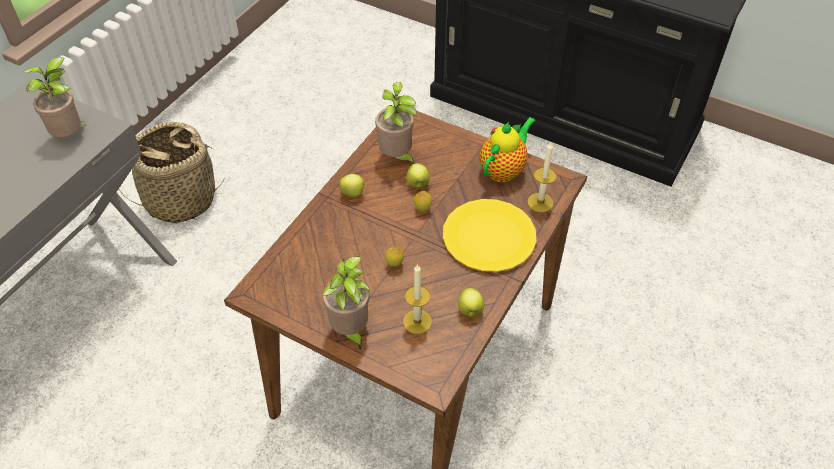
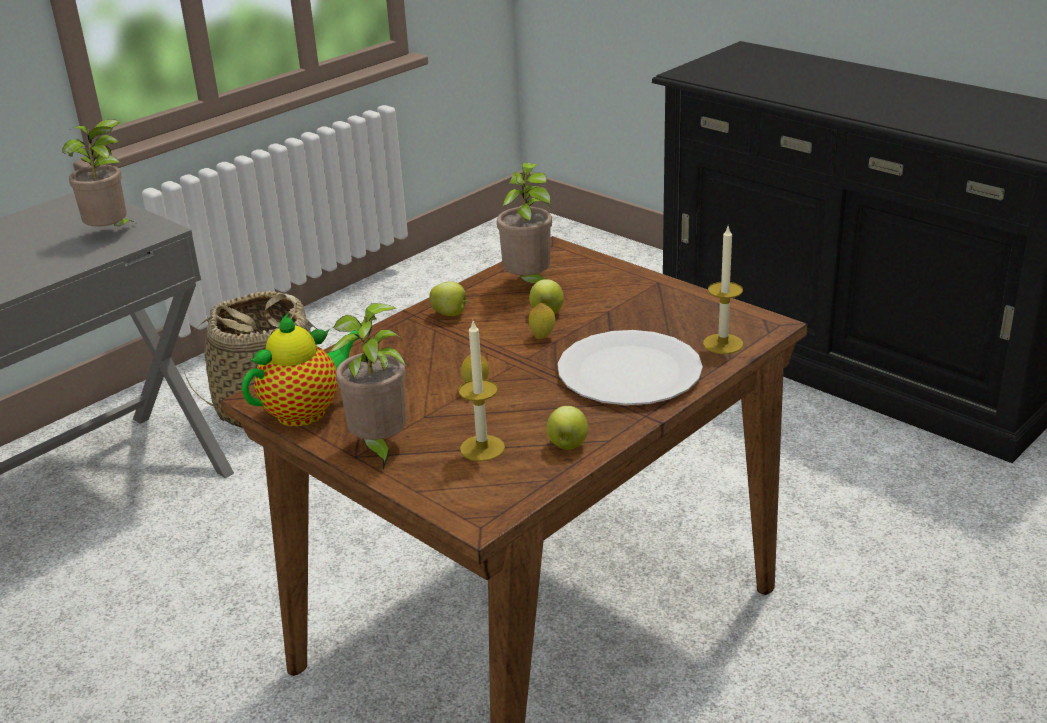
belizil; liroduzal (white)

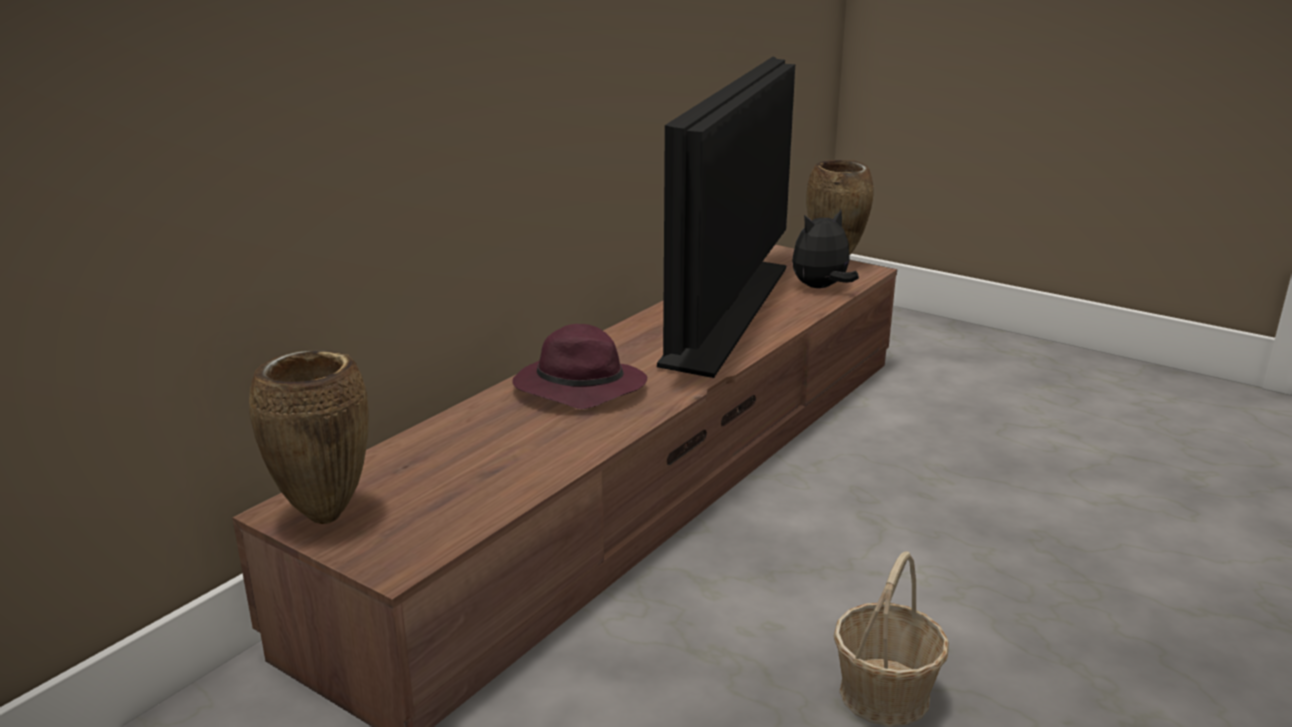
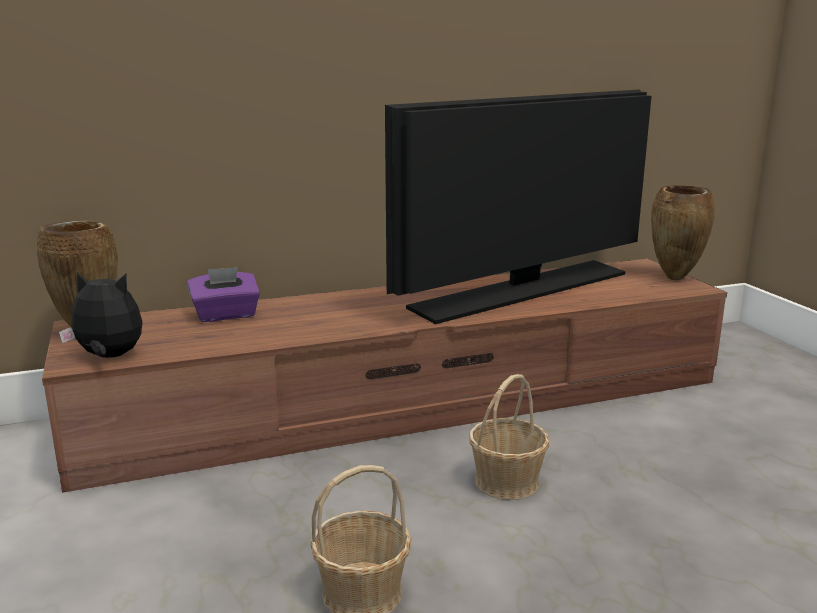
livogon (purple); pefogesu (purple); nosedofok (no. 2 from left); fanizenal

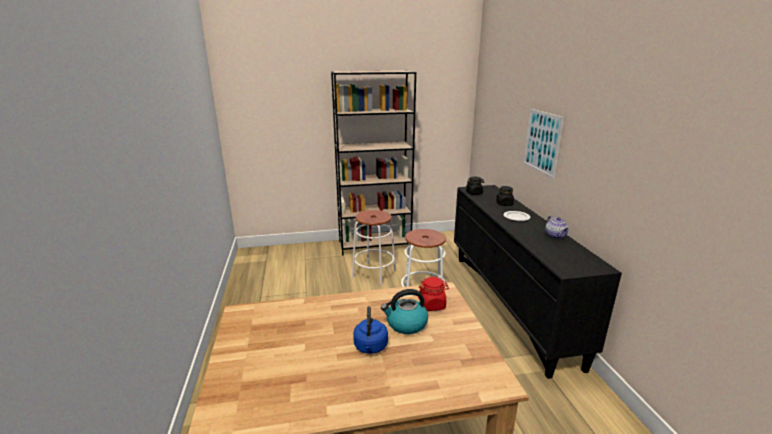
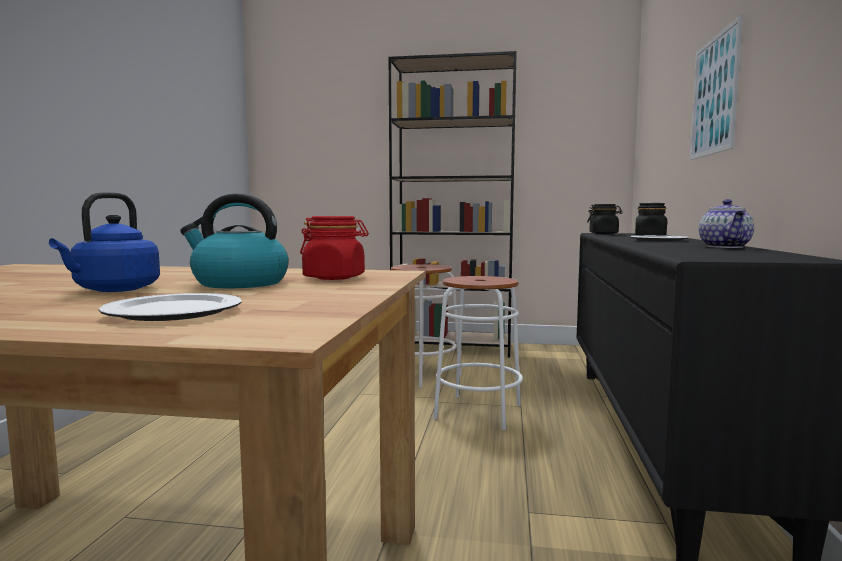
liroduzal (no. 1 from left)

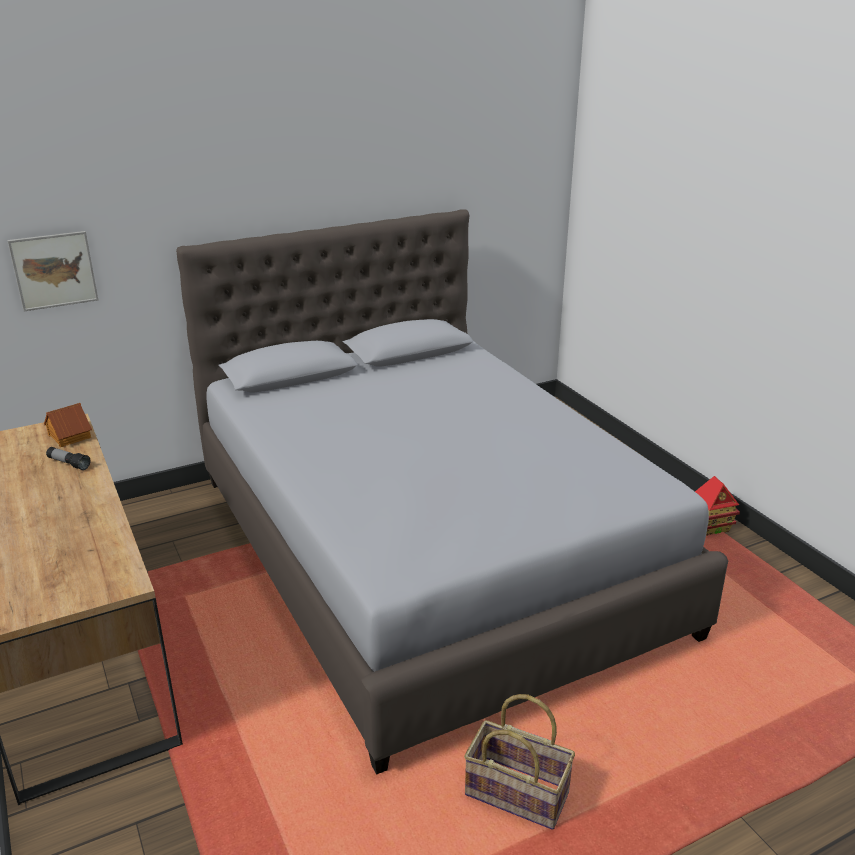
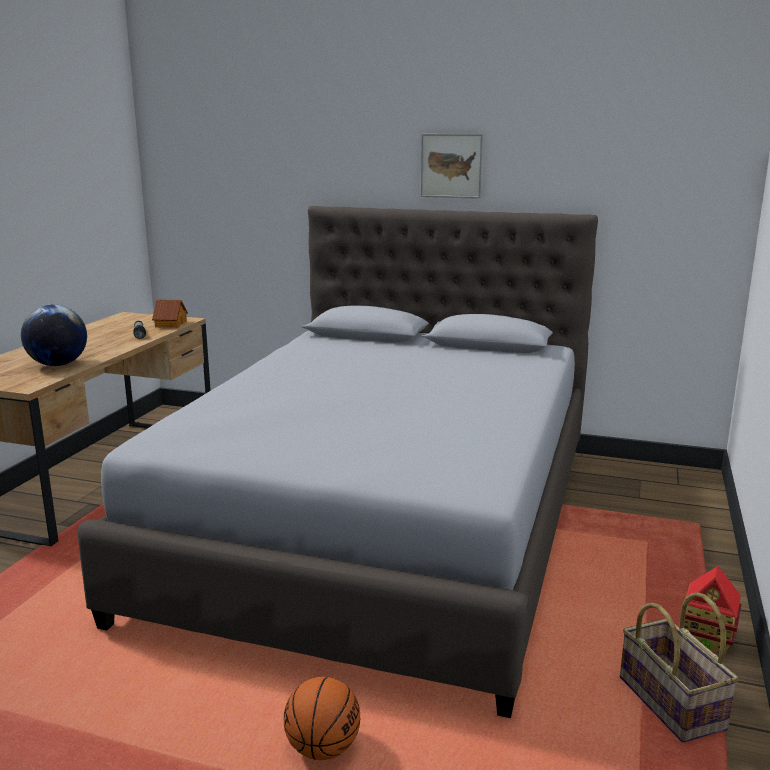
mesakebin; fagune; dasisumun; nosedofok

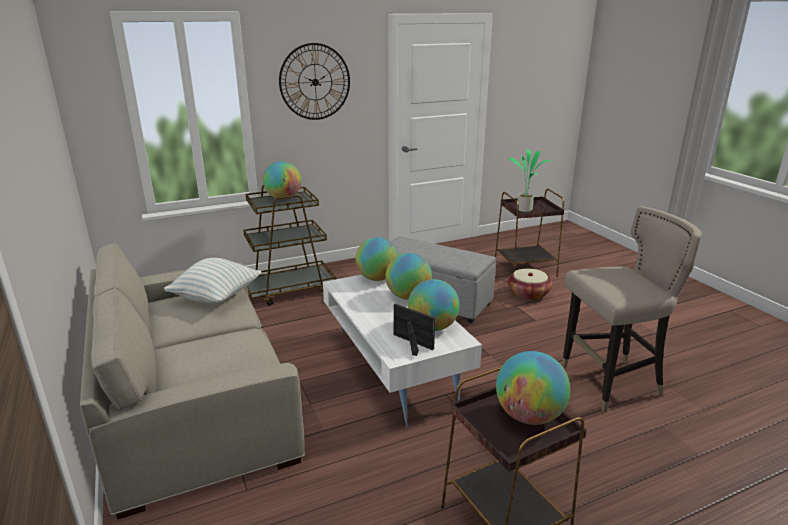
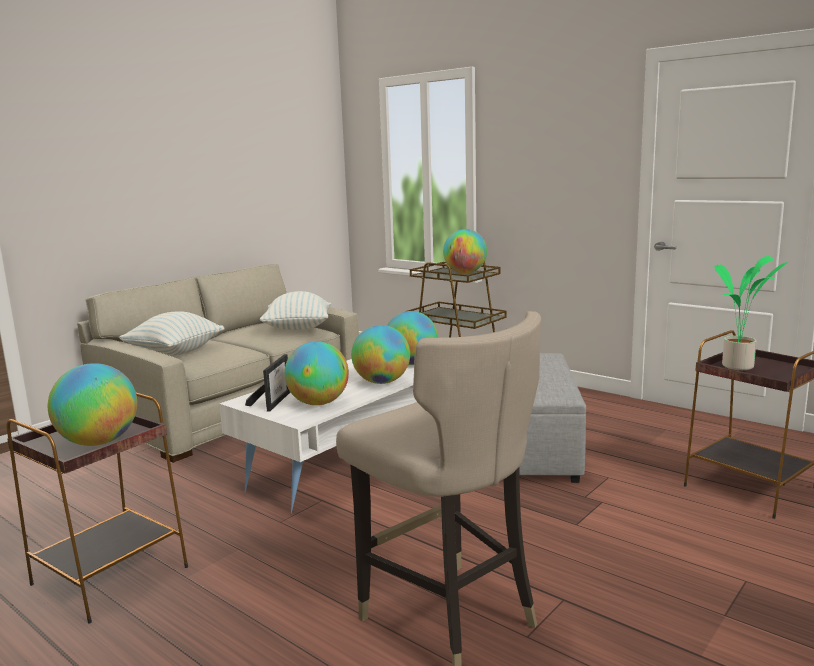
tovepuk; nosedofok; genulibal (no. 1 from left)

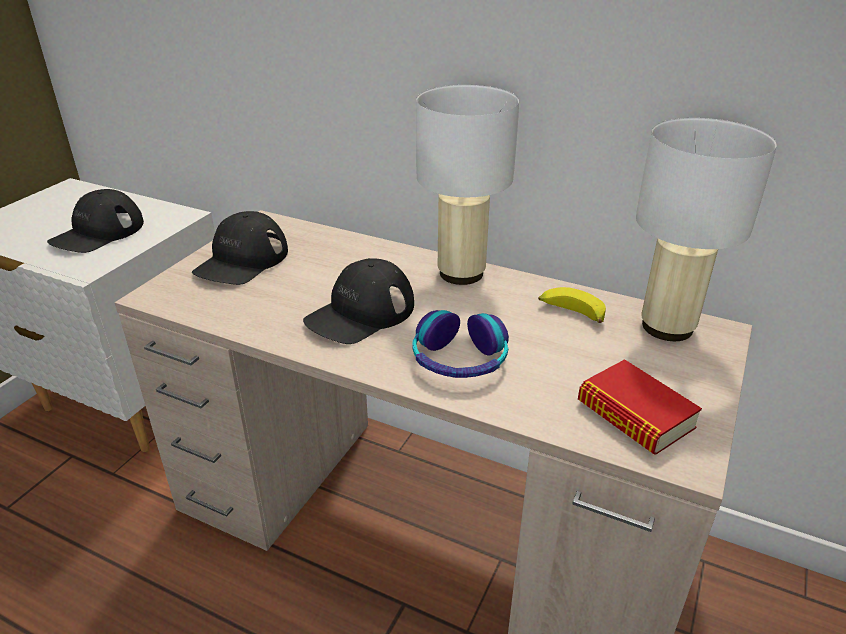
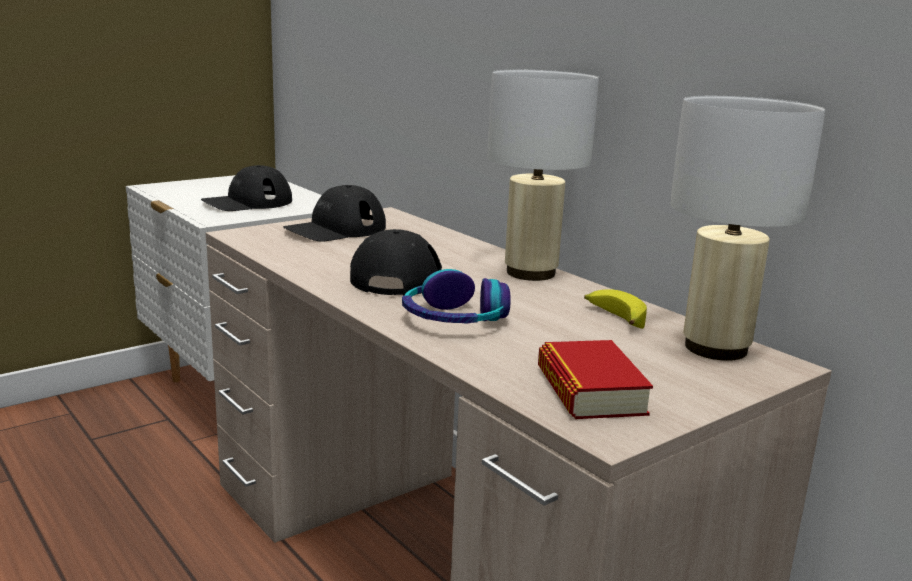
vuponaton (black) (no. 3 from left)

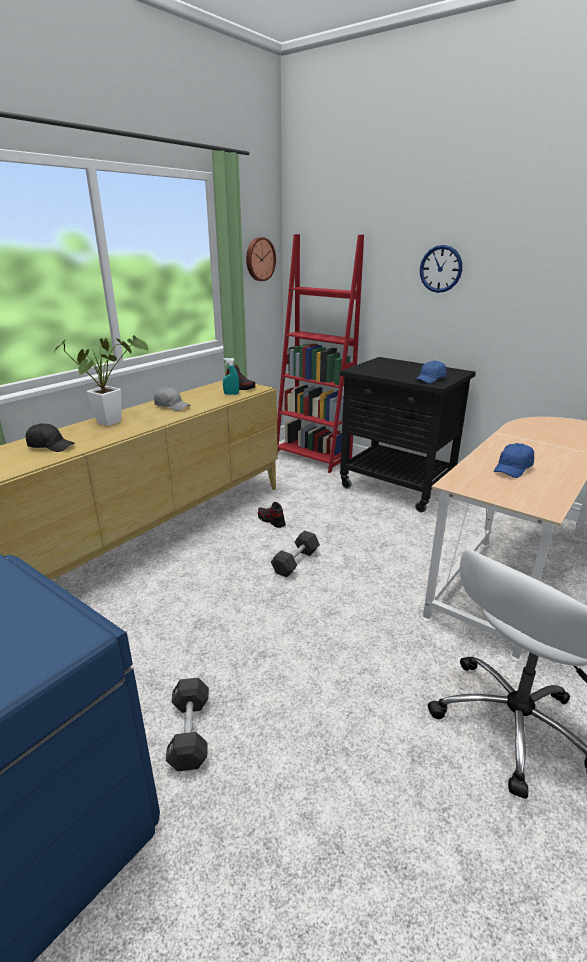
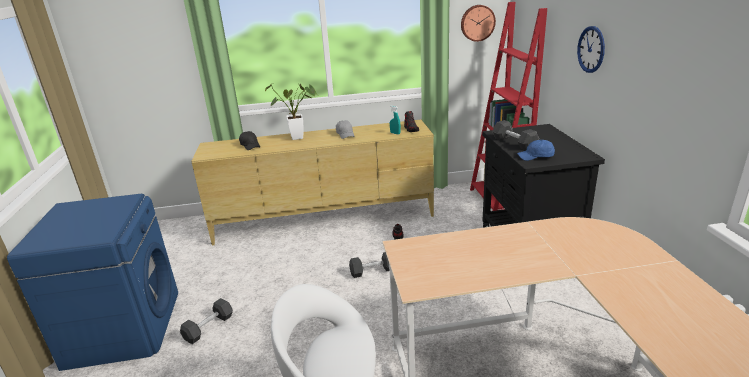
vuponaton (blue) (no. 2 from left in the first image); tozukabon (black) (no. 3 from left)

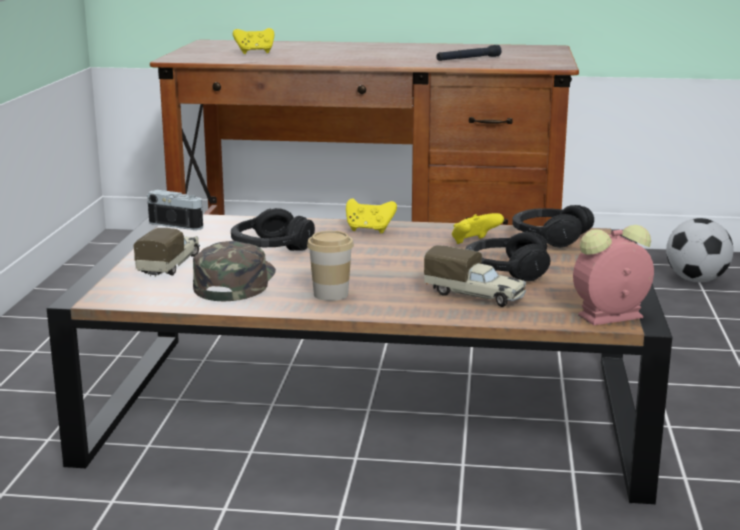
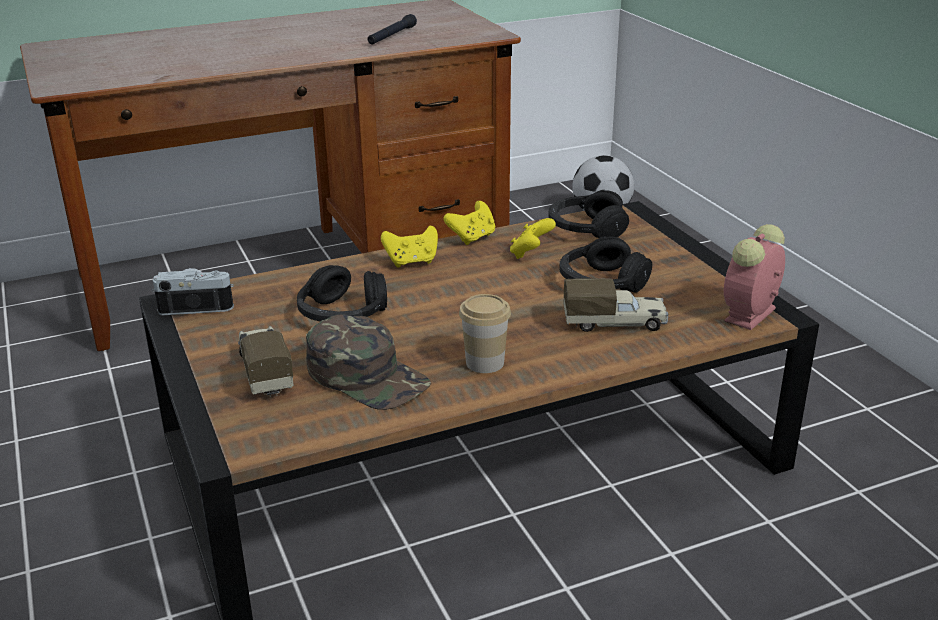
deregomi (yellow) (no. 2 from left); vuponaton (green)

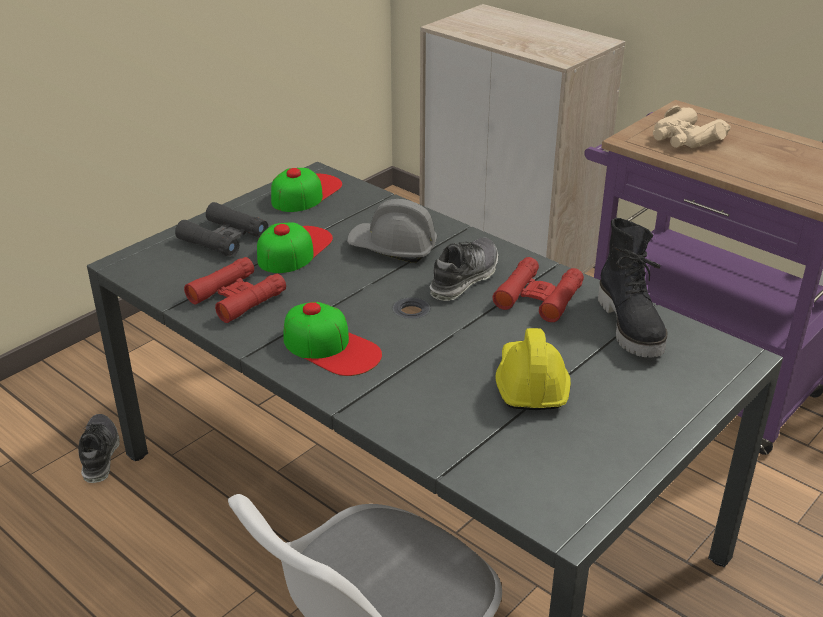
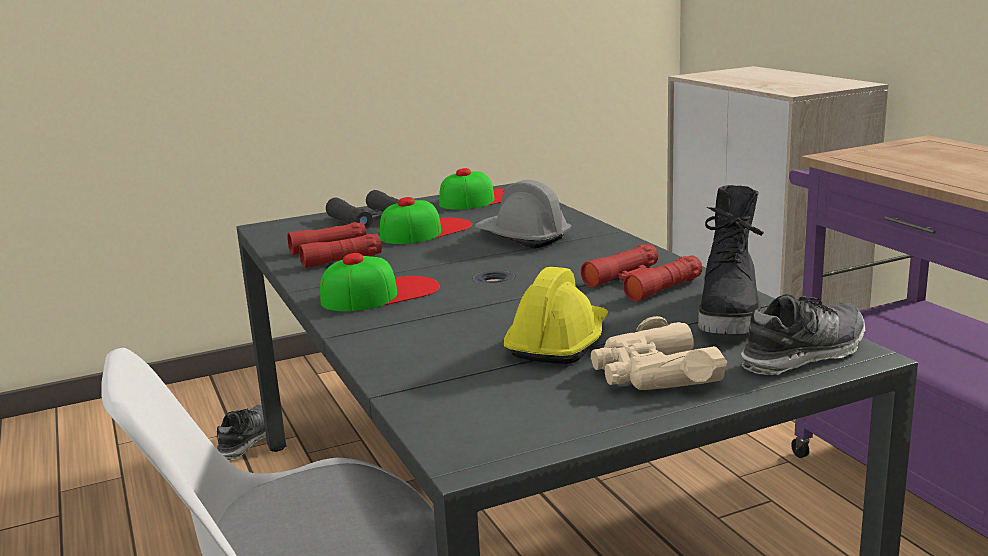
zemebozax (no. 2 from left); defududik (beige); vuponaton (no. 1 from left)

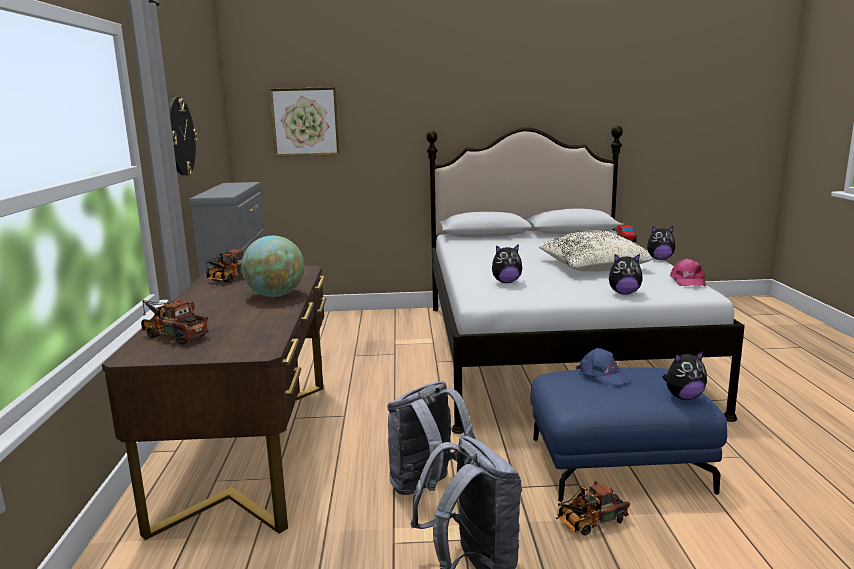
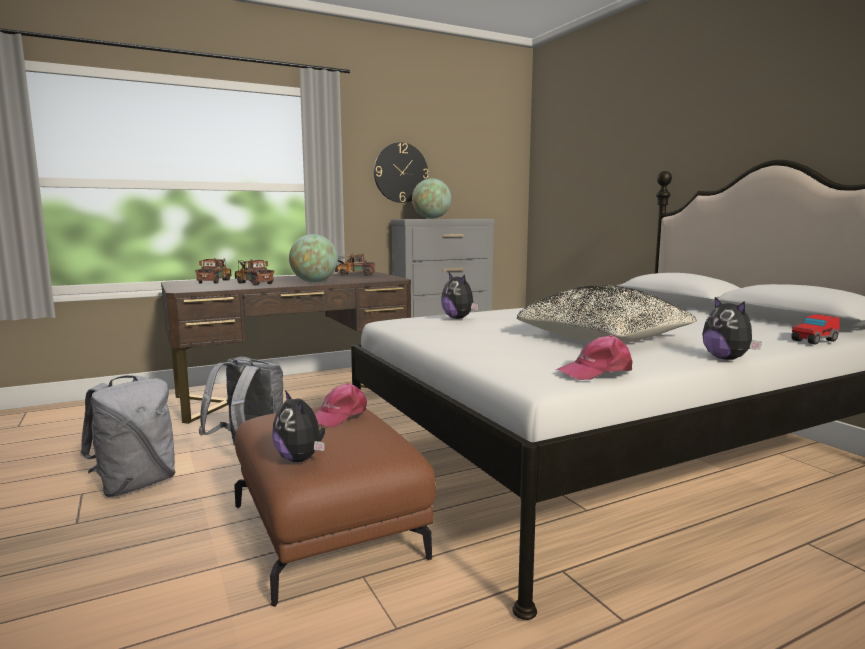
dasisumun; fanizenal (no. 2 from left in the first image); mesakebin (no. 2 from left); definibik (no. 2 from left); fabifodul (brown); vuponaton (pink) (no. 1 from left)

